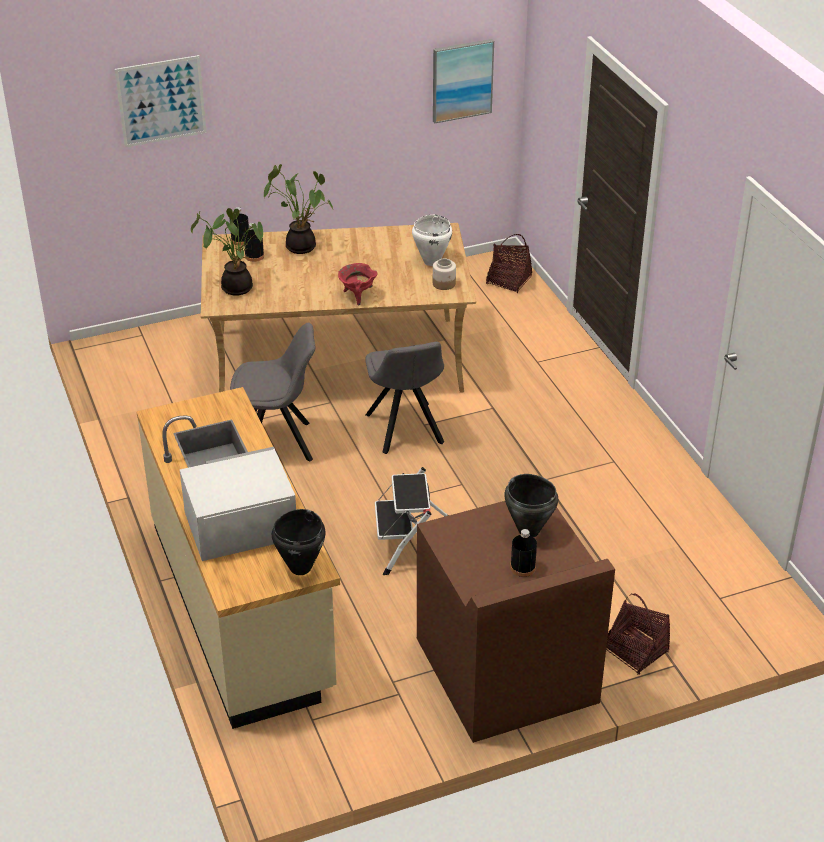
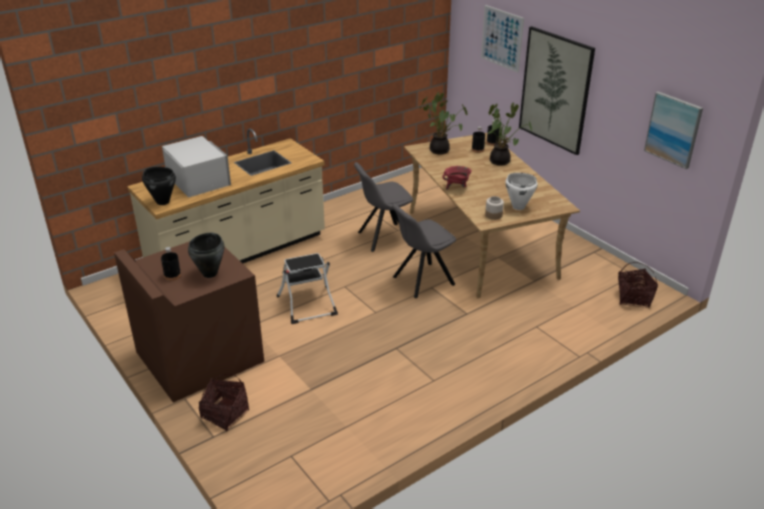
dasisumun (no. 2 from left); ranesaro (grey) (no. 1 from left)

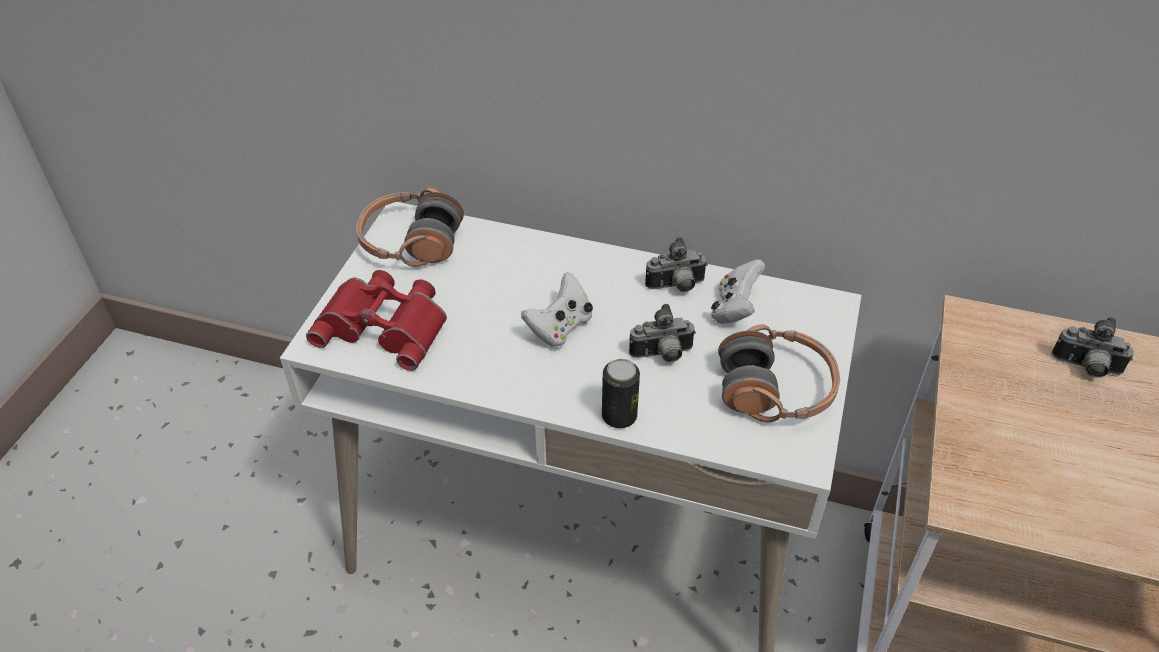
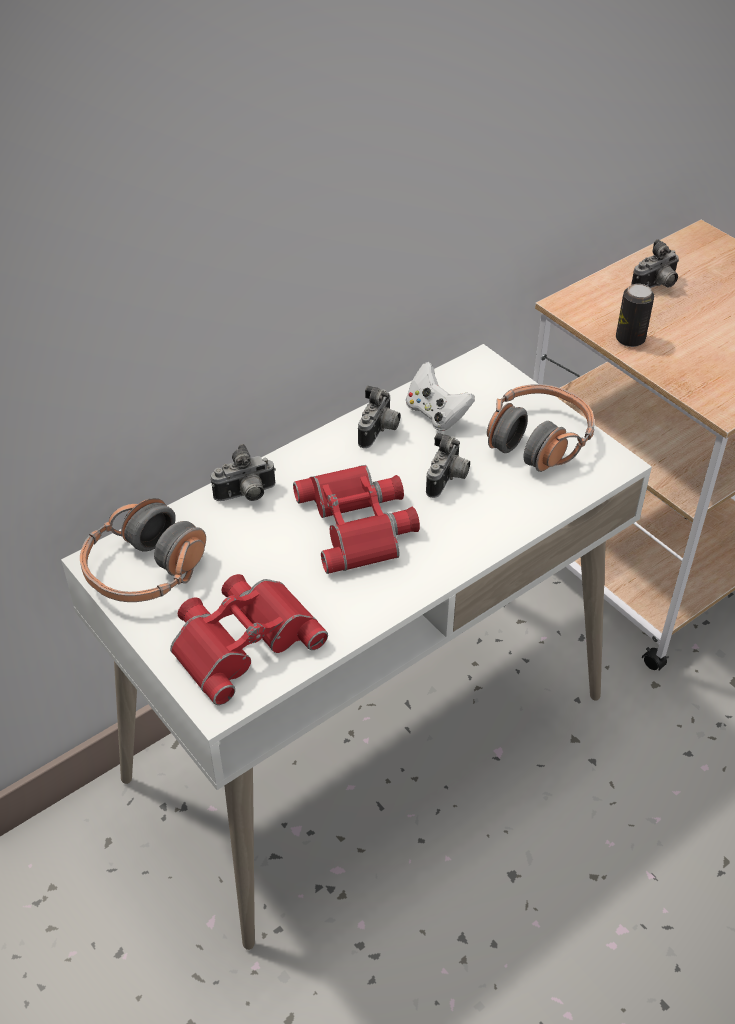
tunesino (no. 1 from left); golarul; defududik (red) (no. 2 from left)

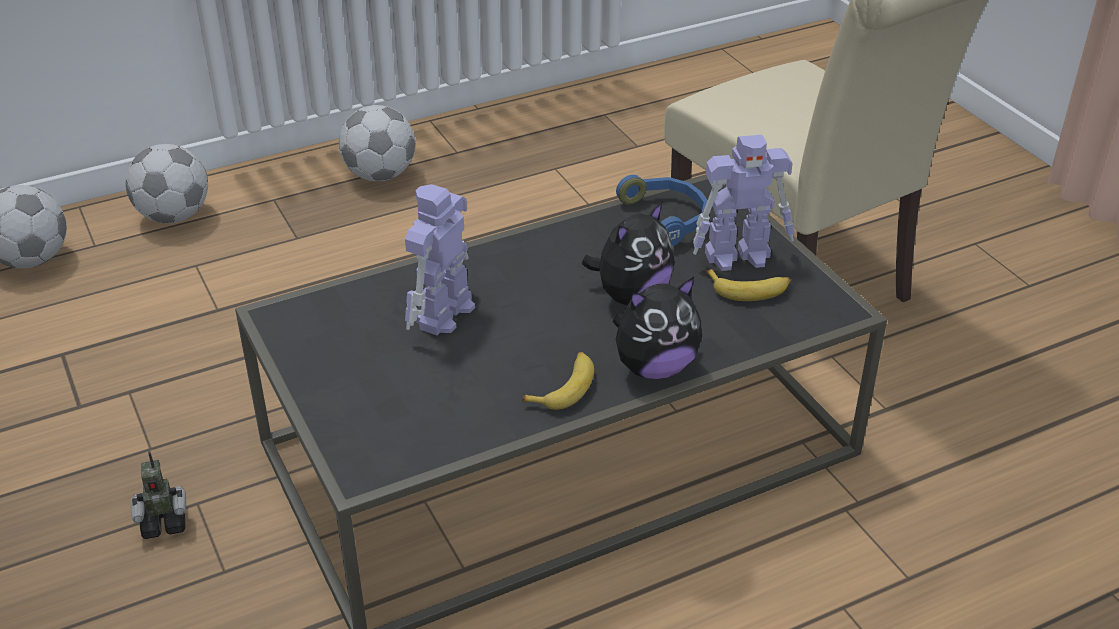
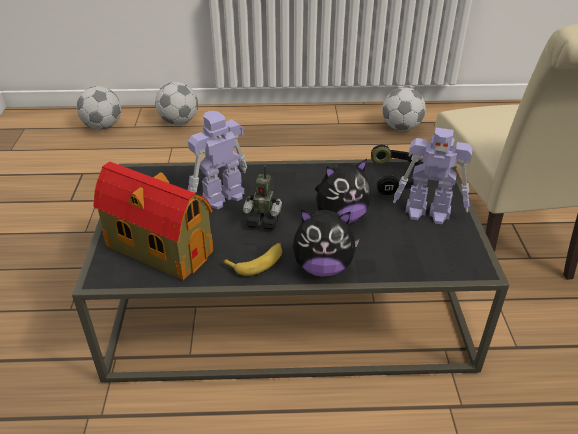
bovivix (no. 2 from left in the first image); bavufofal; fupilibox (no. 2 from left); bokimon (no. 3 from left); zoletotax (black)

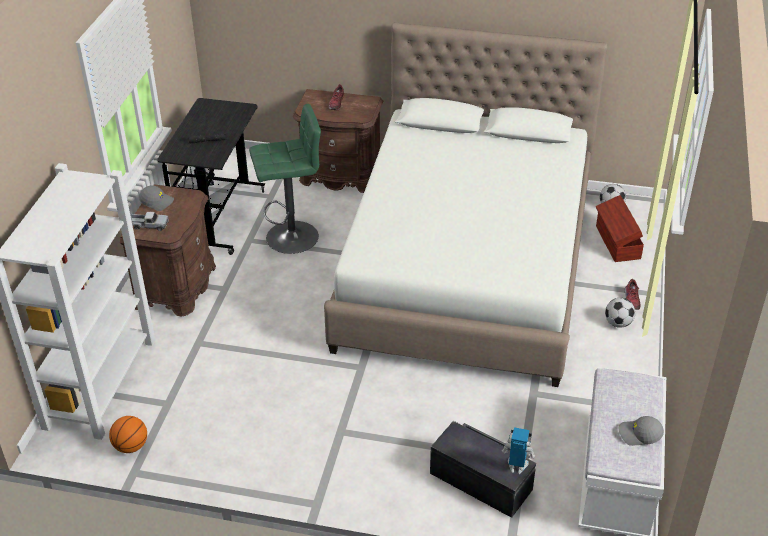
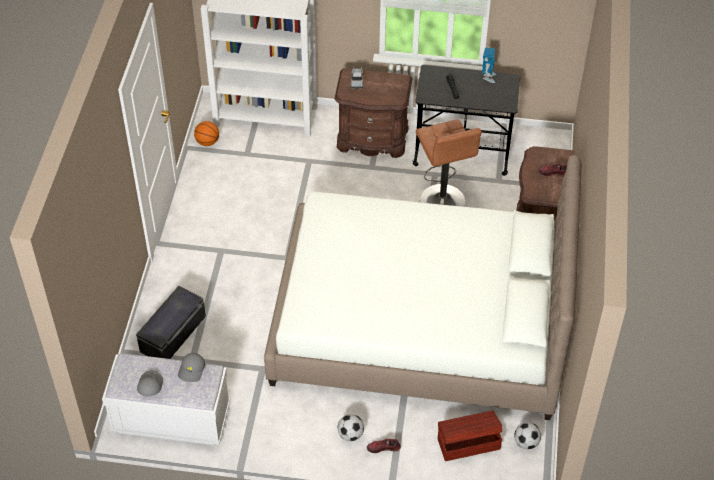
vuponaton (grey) (no. 2 from left); fupilibox; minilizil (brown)

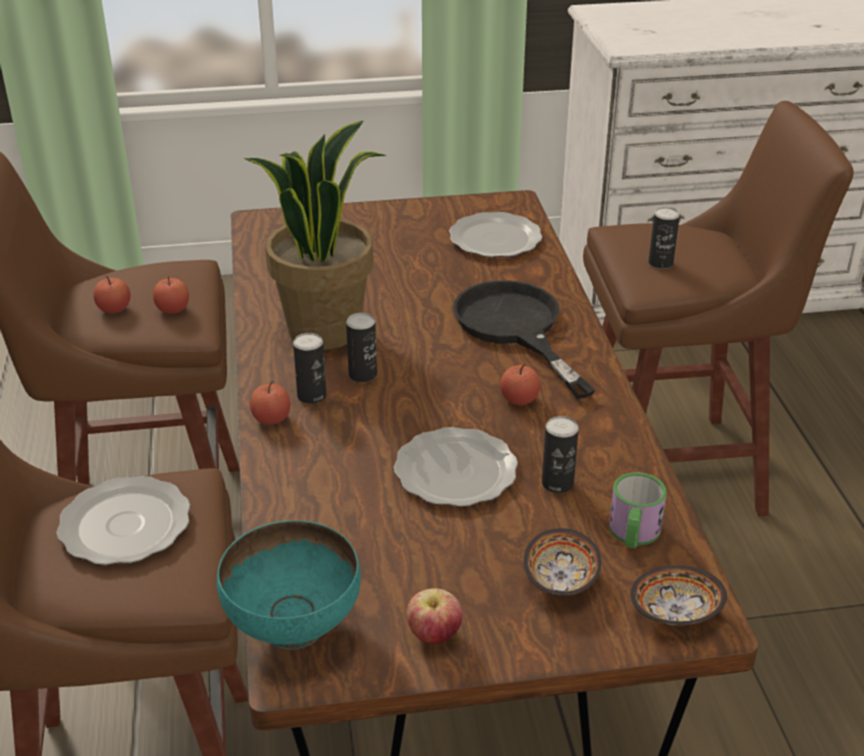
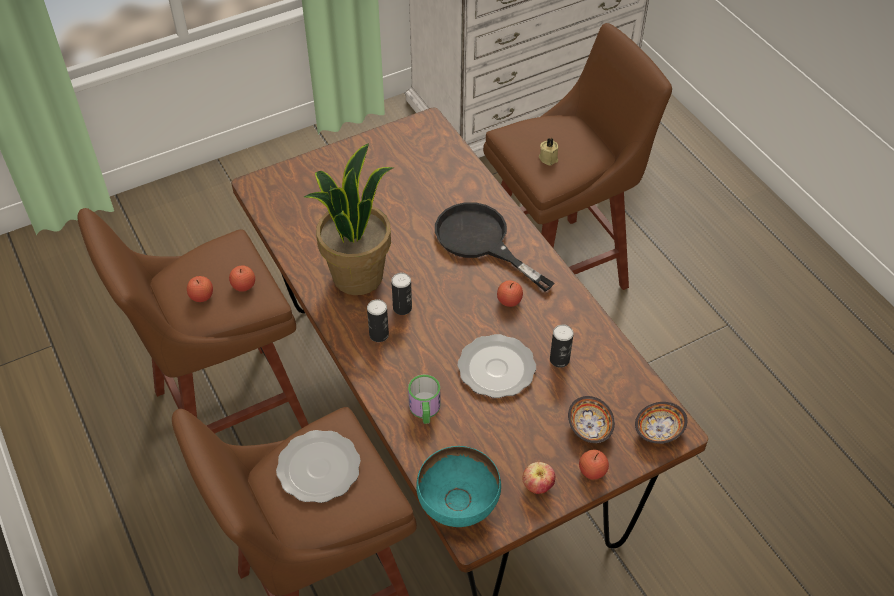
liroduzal (no. 3 from left in the first image); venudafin (no. 5 from left); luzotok; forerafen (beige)

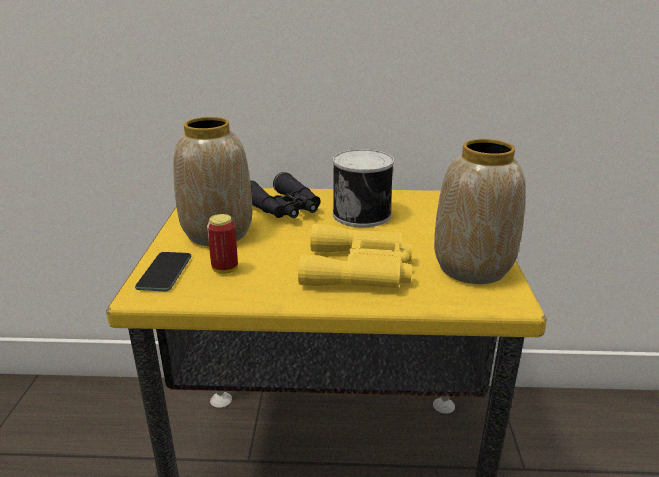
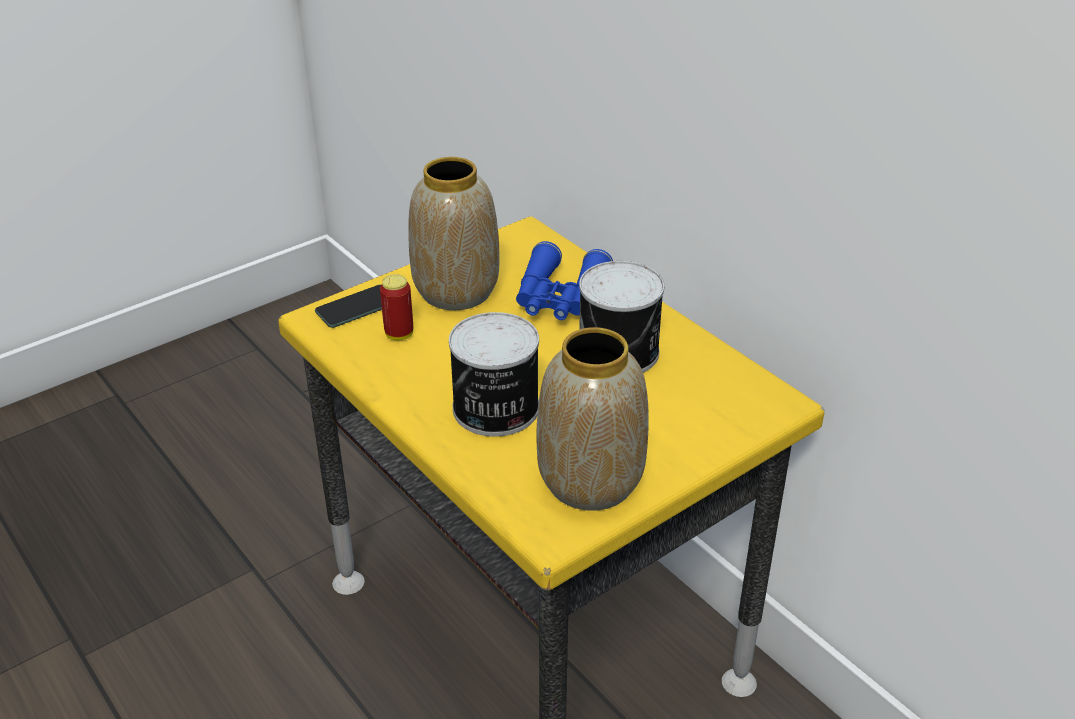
golarul (no. 2 from left); defududik (blue)

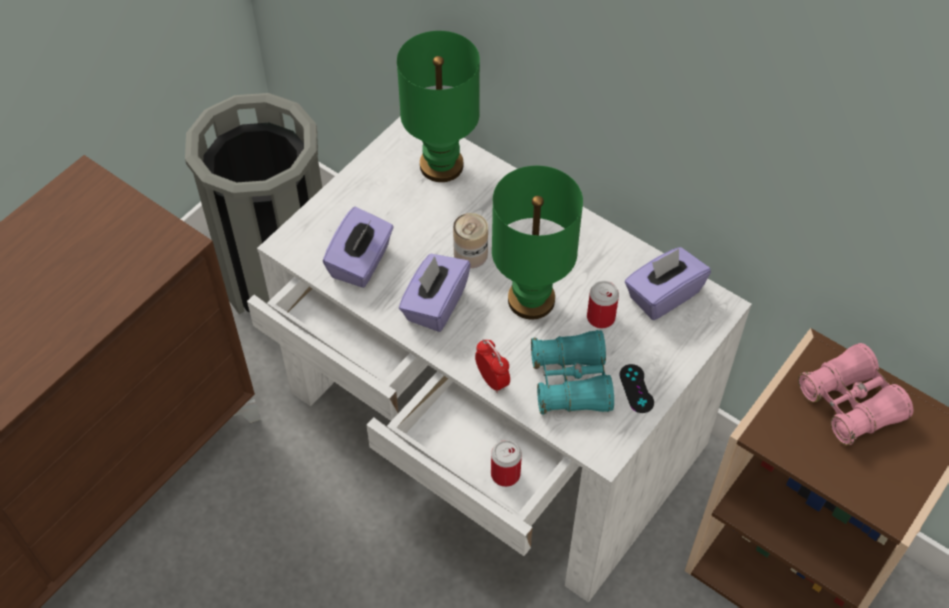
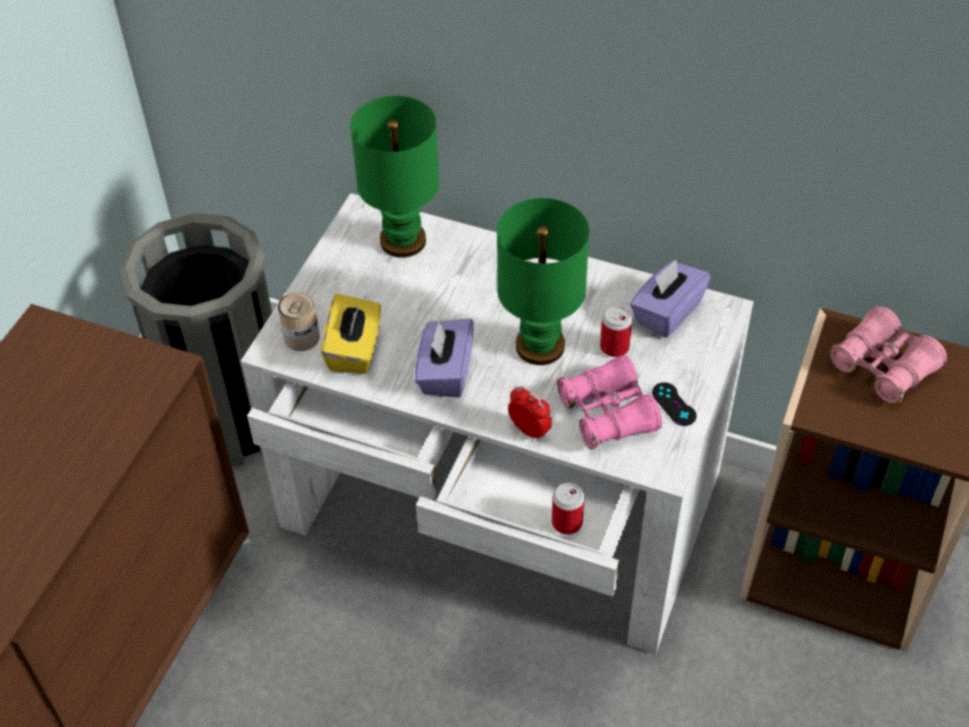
golarul (no. 1 from left); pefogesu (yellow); defududik (pink) (no. 1 from left)

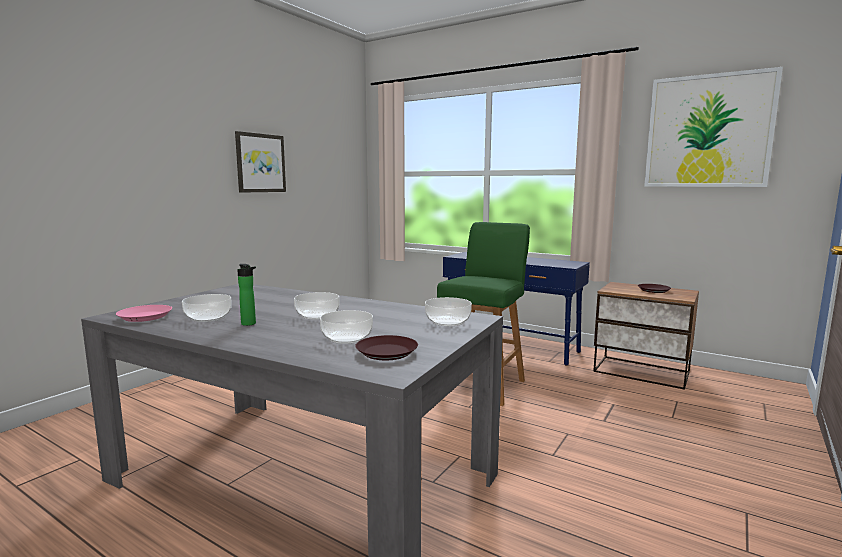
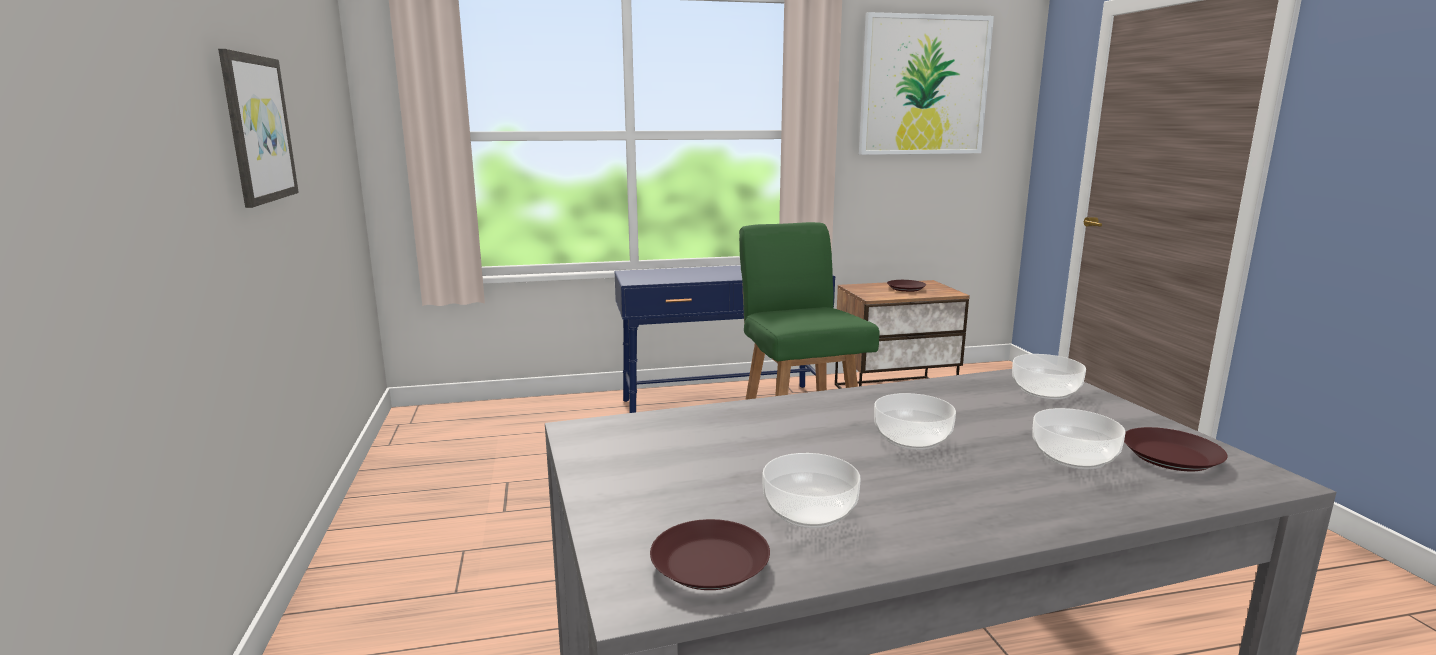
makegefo; liroduzal (brown) (no. 1 from left)

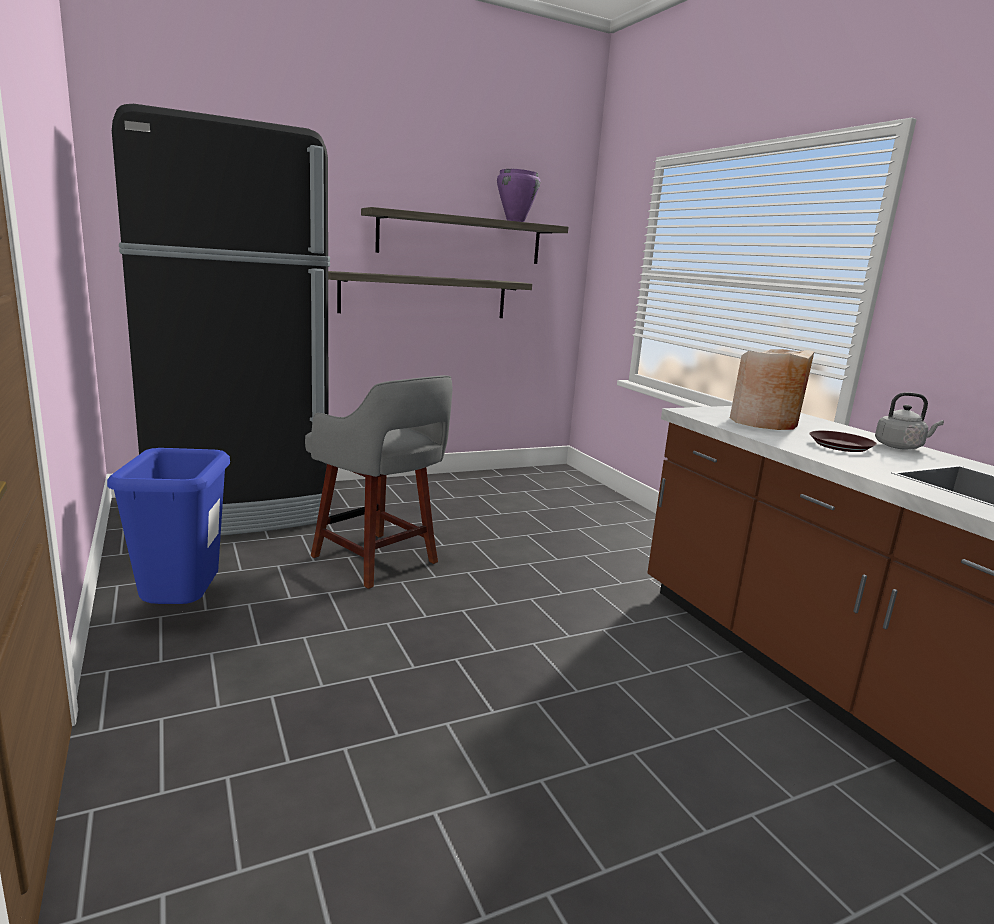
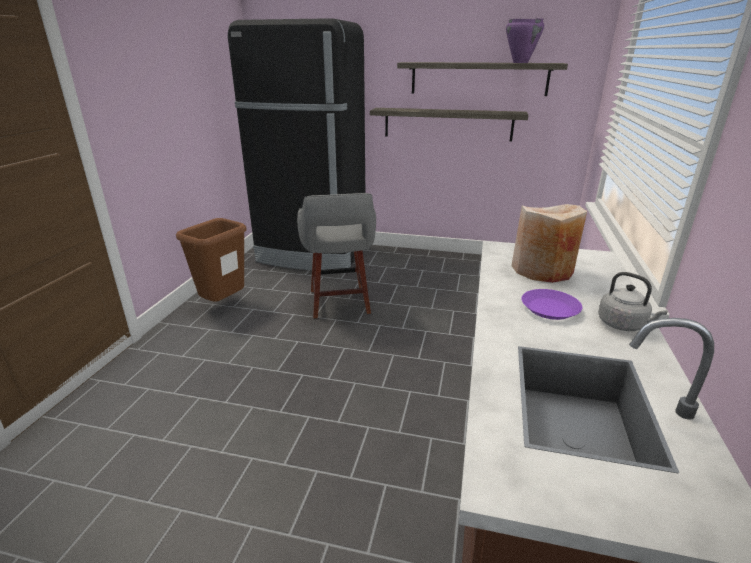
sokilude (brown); liroduzal (purple)

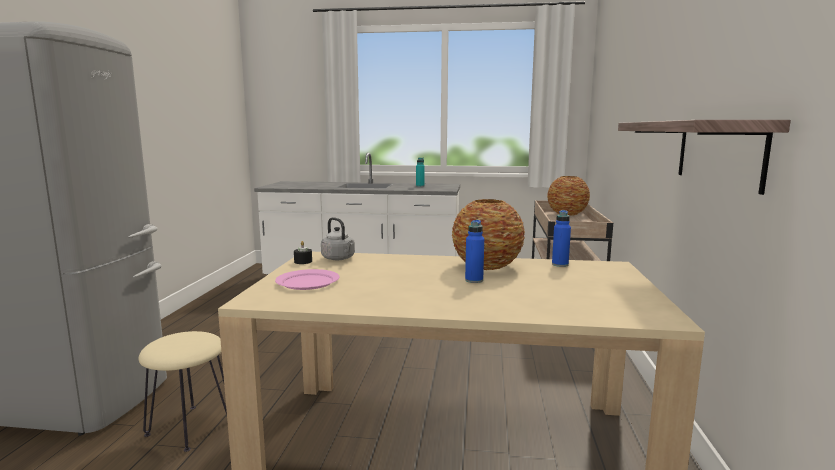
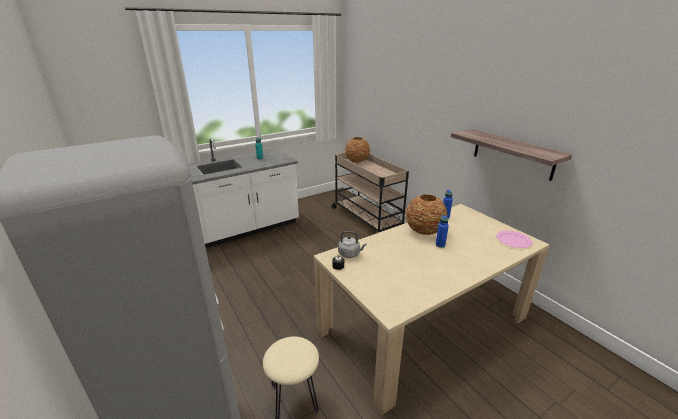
liroduzal (pink)

